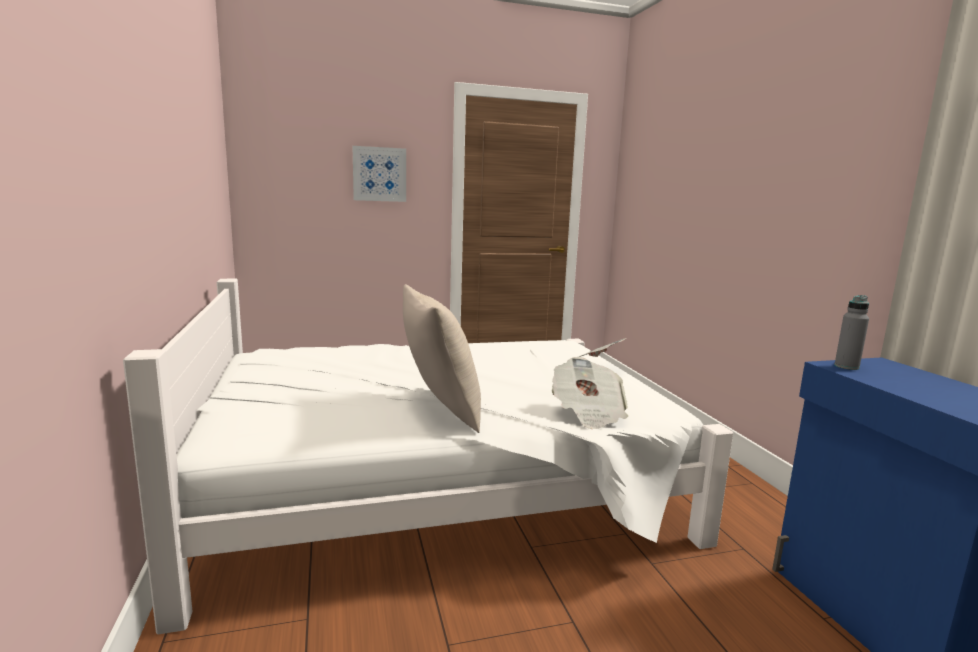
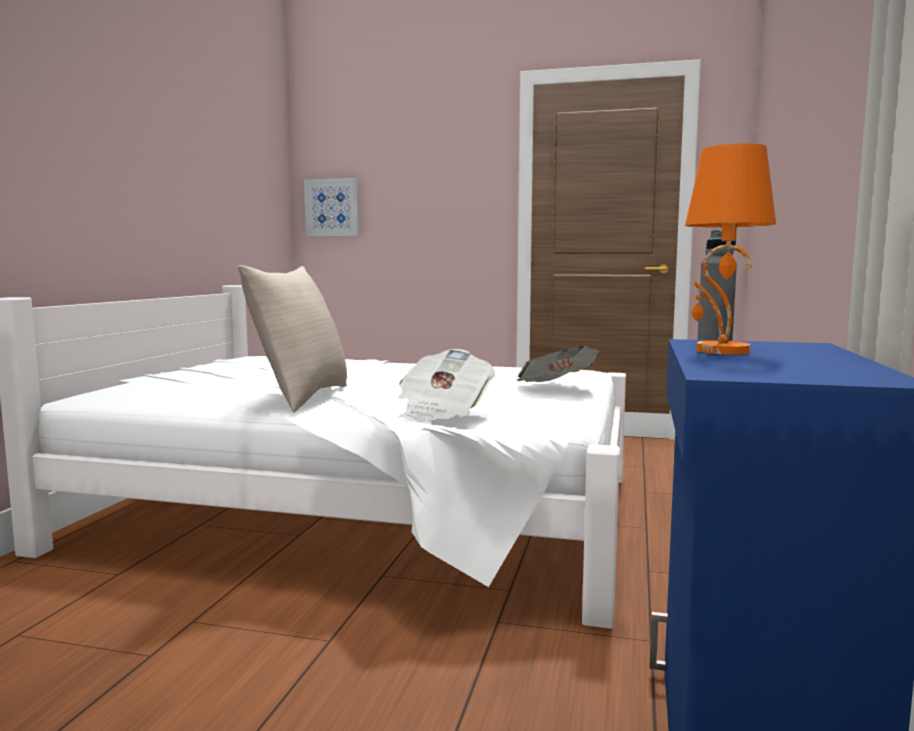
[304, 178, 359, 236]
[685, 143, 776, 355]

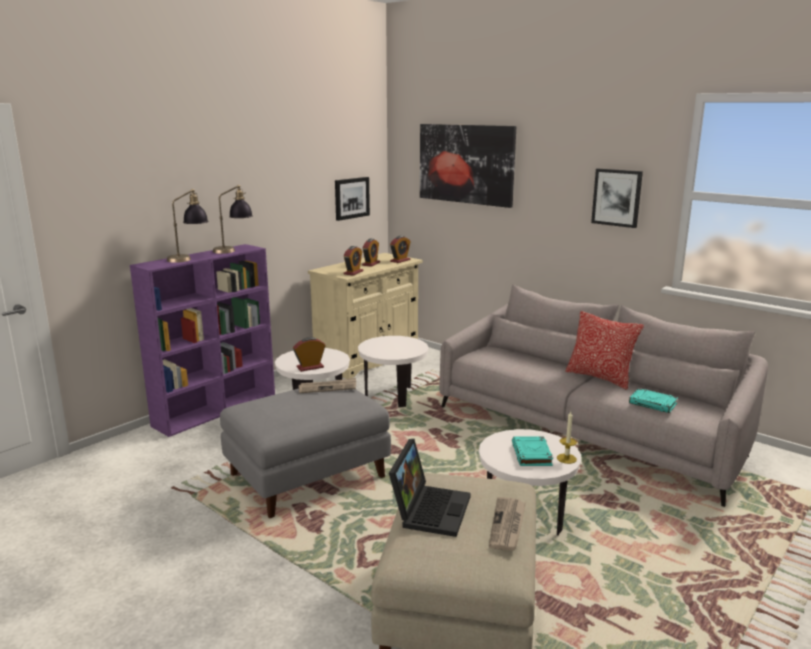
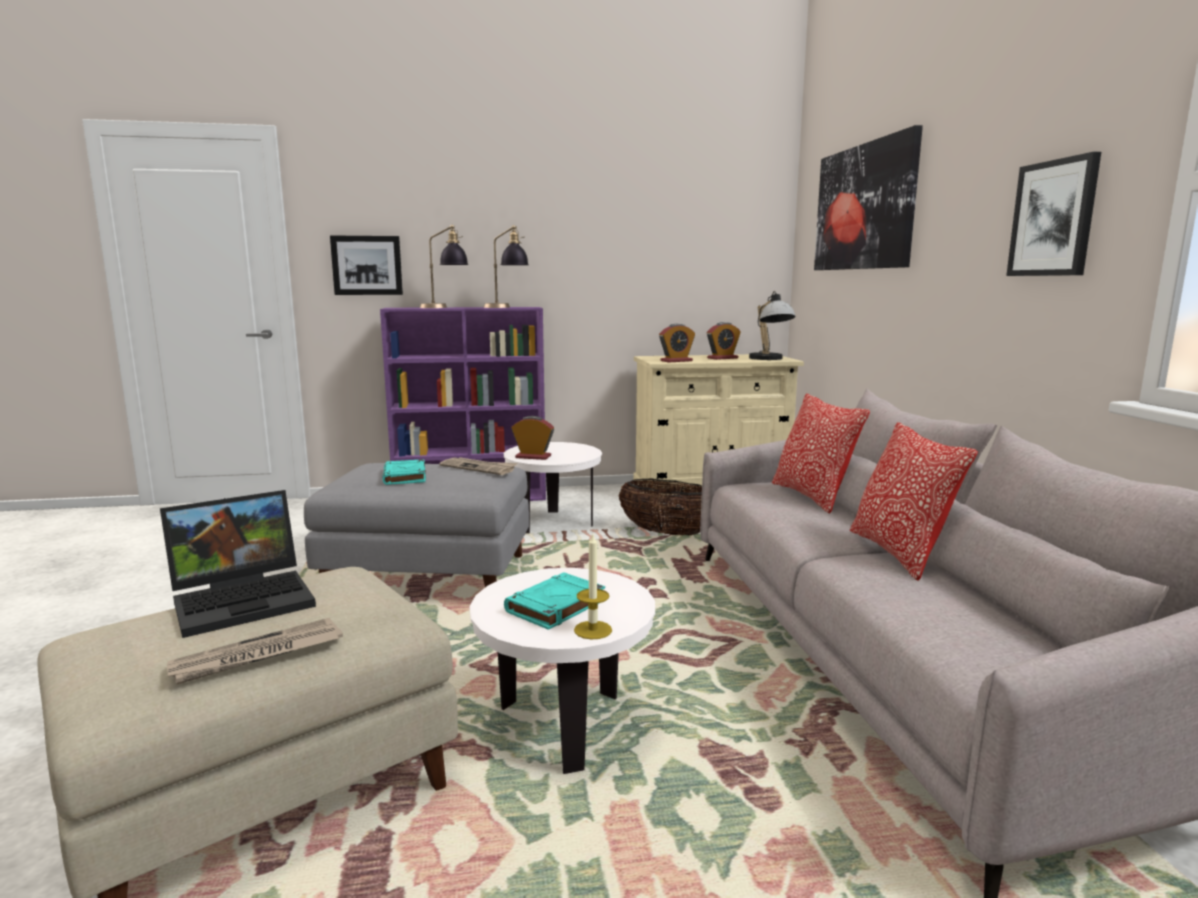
[330, 235, 403, 295]
[382, 459, 426, 485]
[619, 479, 702, 536]
[749, 291, 796, 360]
[772, 394, 870, 514]

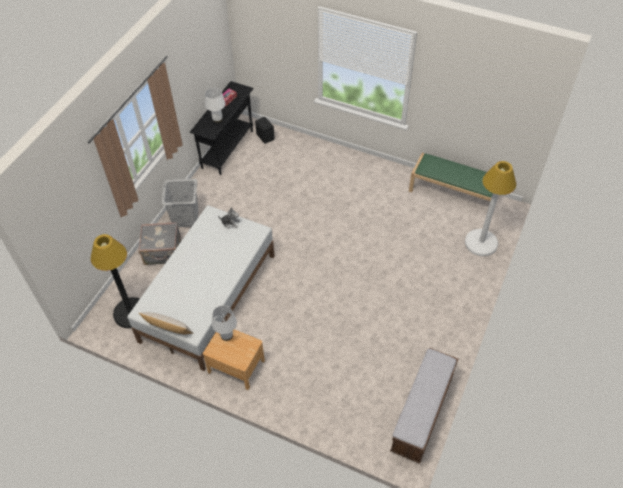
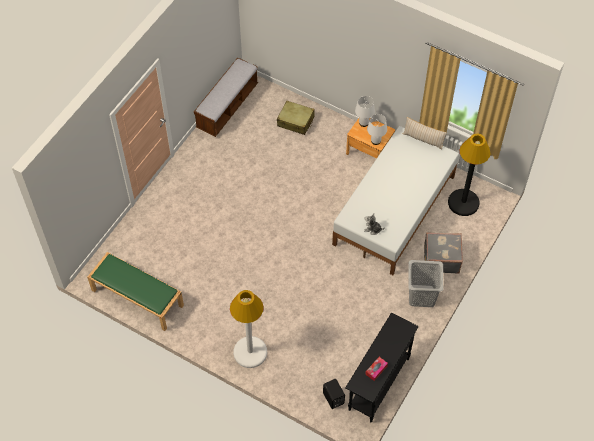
[230, 290, 267, 368]
[277, 101, 315, 135]
[355, 96, 375, 127]

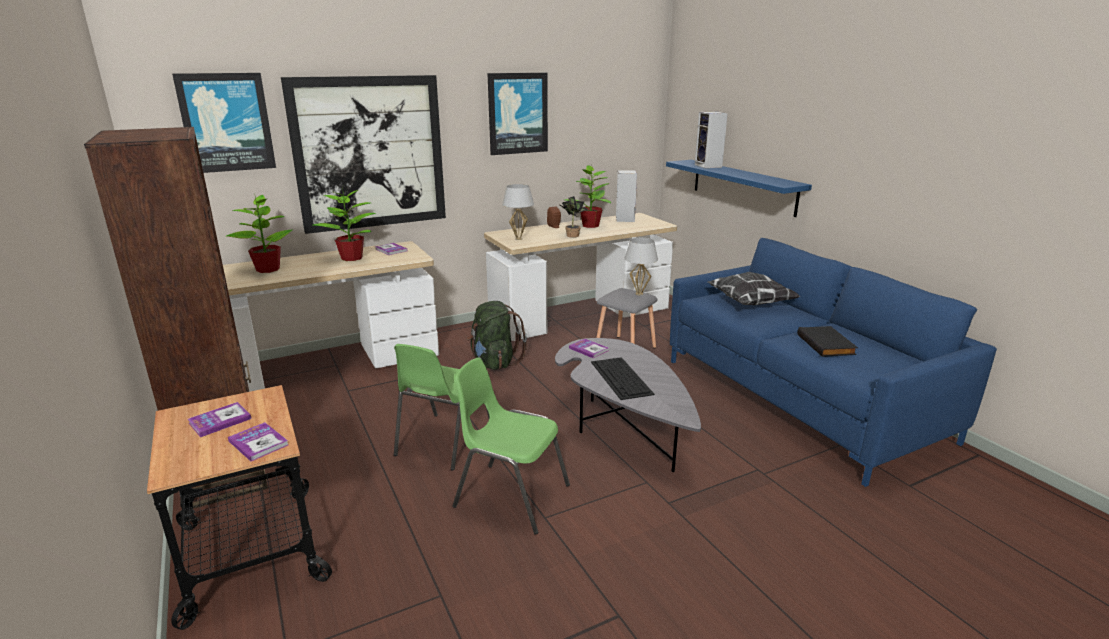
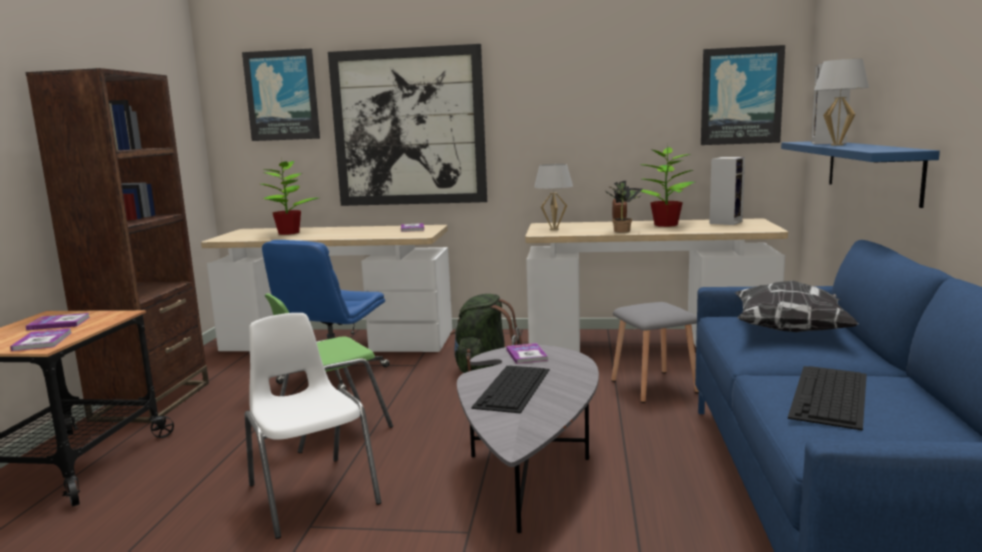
[245, 313, 382, 539]
[262, 240, 390, 391]
[701, 45, 785, 145]
[788, 366, 867, 431]
[814, 59, 869, 146]
[313, 188, 376, 261] (first image)

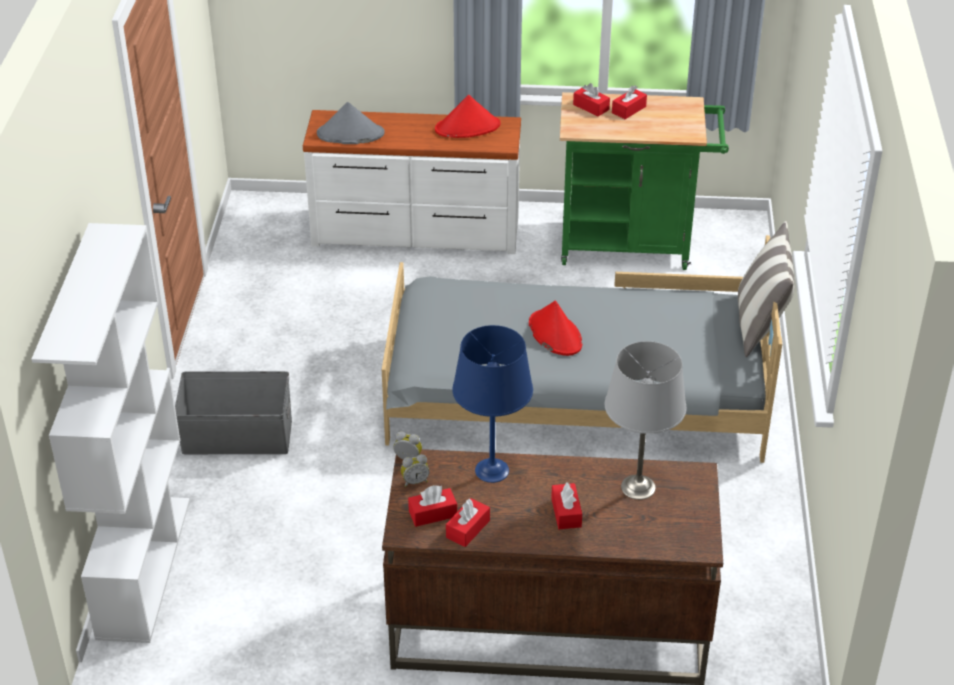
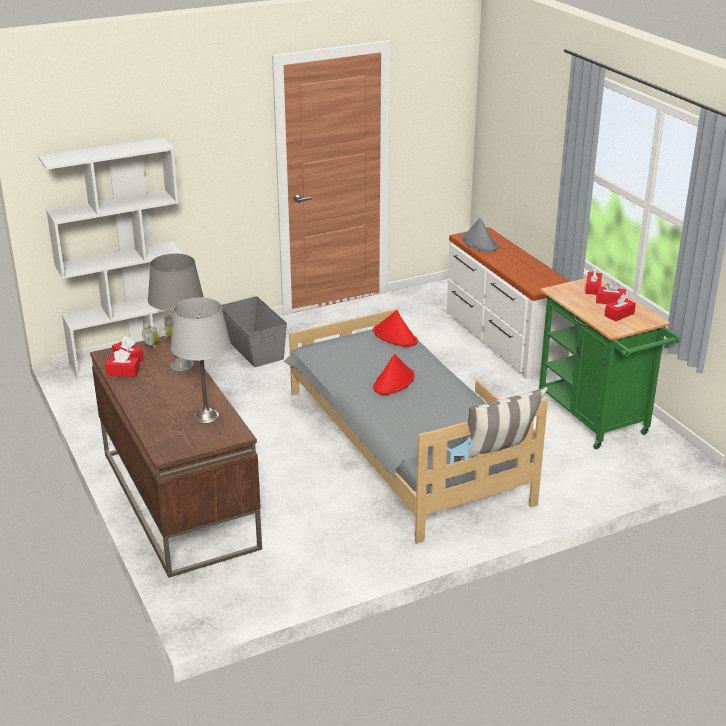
[148, 253, 204, 371]
[373, 310, 418, 347]
[605, 294, 636, 322]

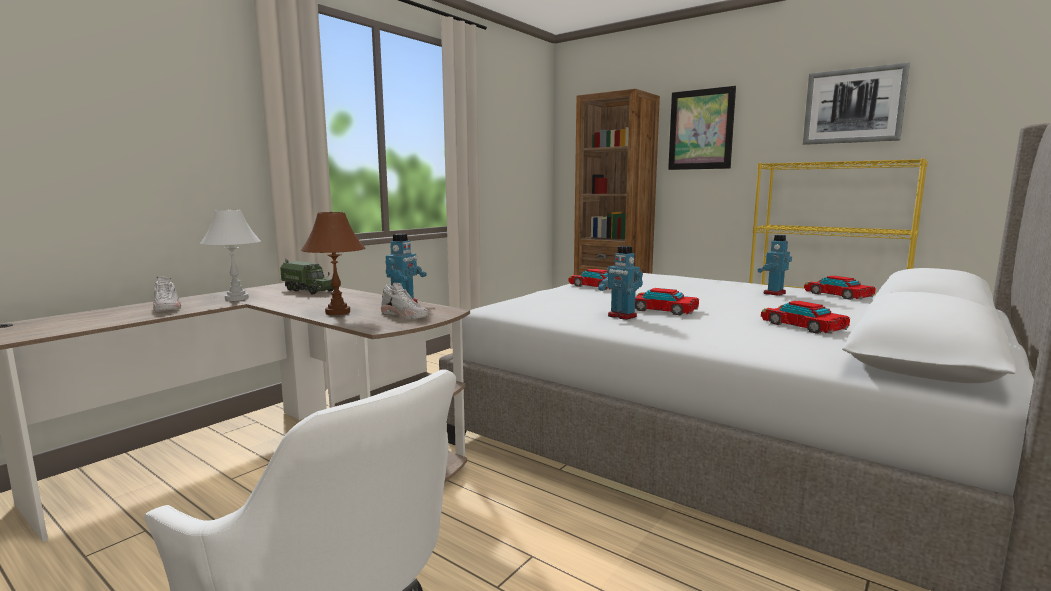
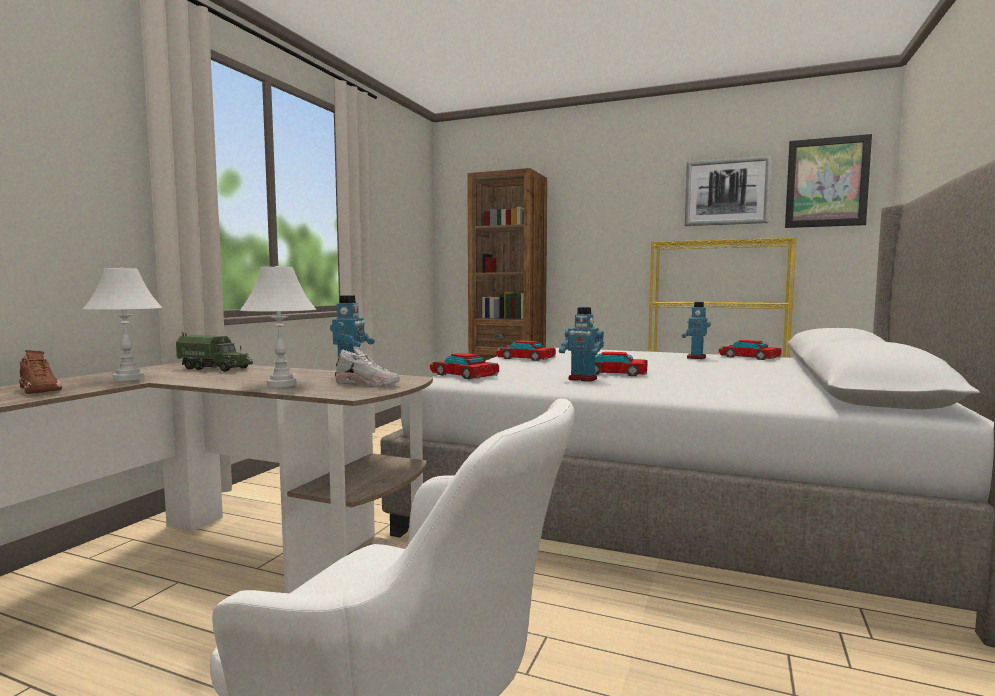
[19, 350, 62, 394]
[240, 266, 316, 387]
[430, 353, 499, 380]
[785, 134, 872, 228]

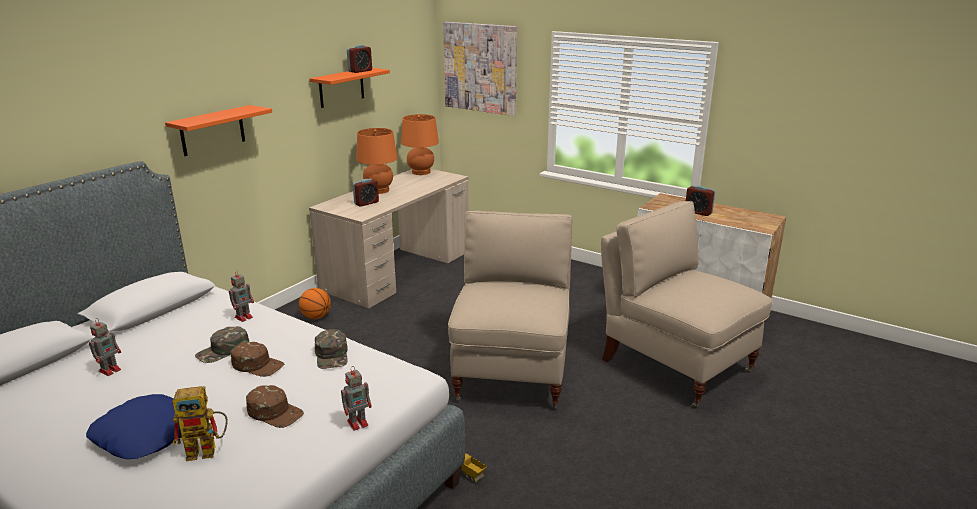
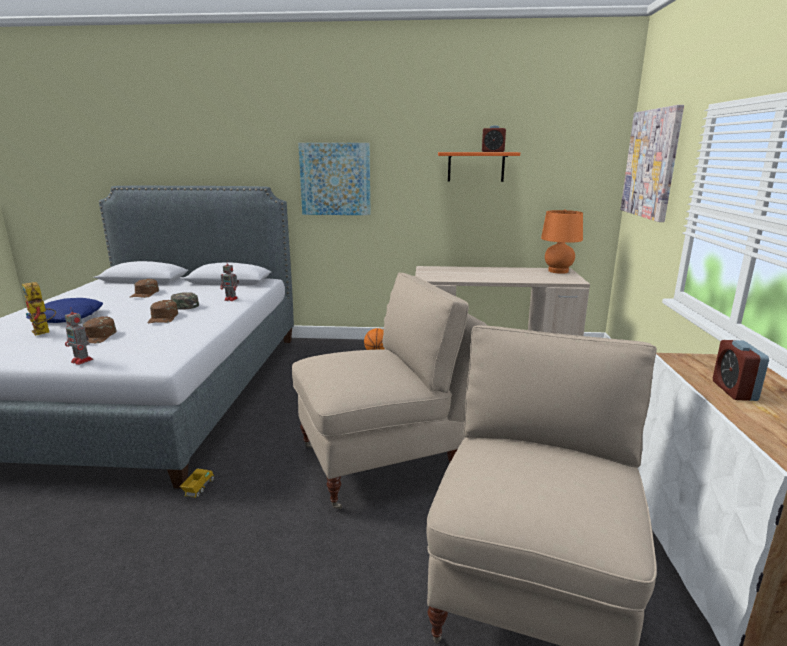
[130, 279, 159, 298]
[298, 143, 371, 215]
[315, 329, 348, 369] (first image)
[353, 179, 379, 207] (first image)
[356, 128, 398, 194] (first image)

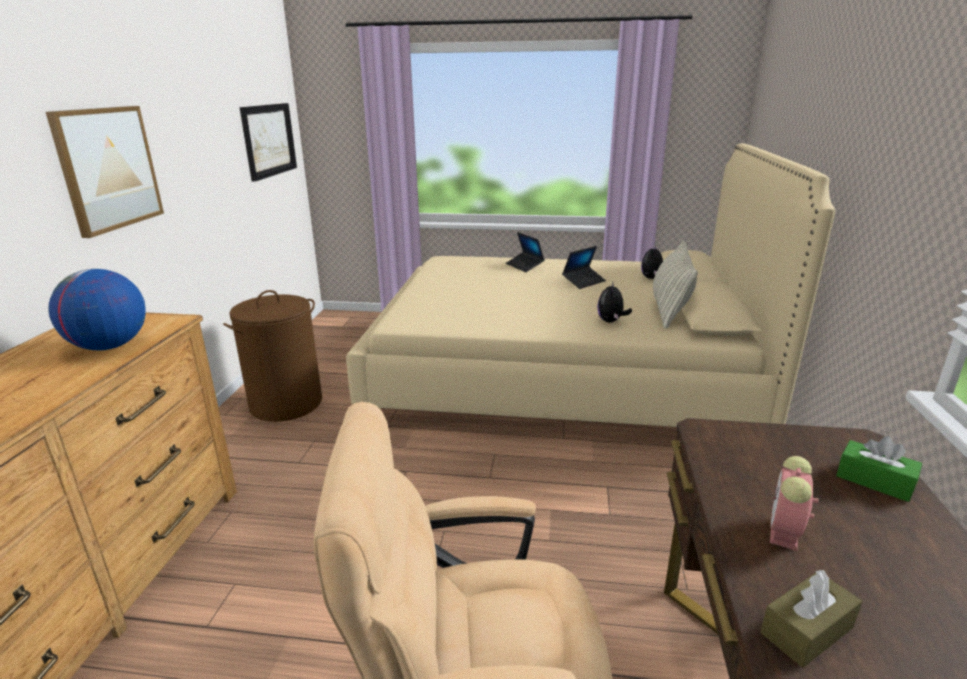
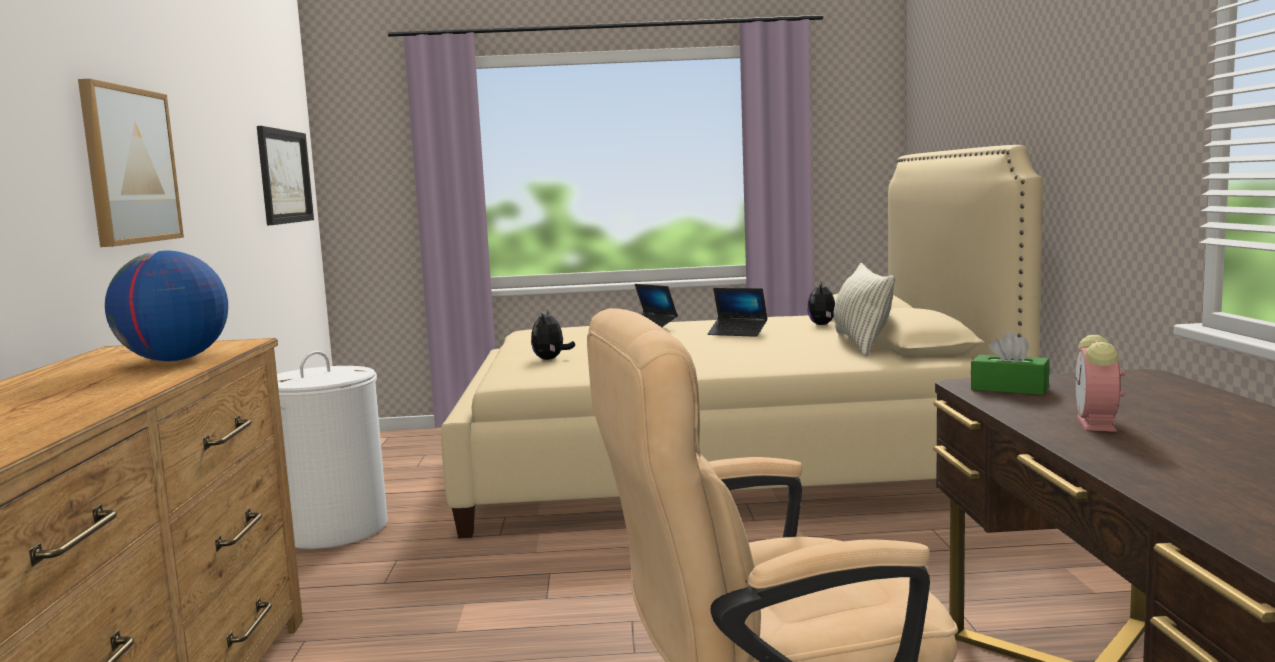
[277, 351, 388, 549]
[531, 310, 575, 360]
[708, 288, 767, 337]
[971, 331, 1050, 395]
[761, 570, 862, 667] (first image)

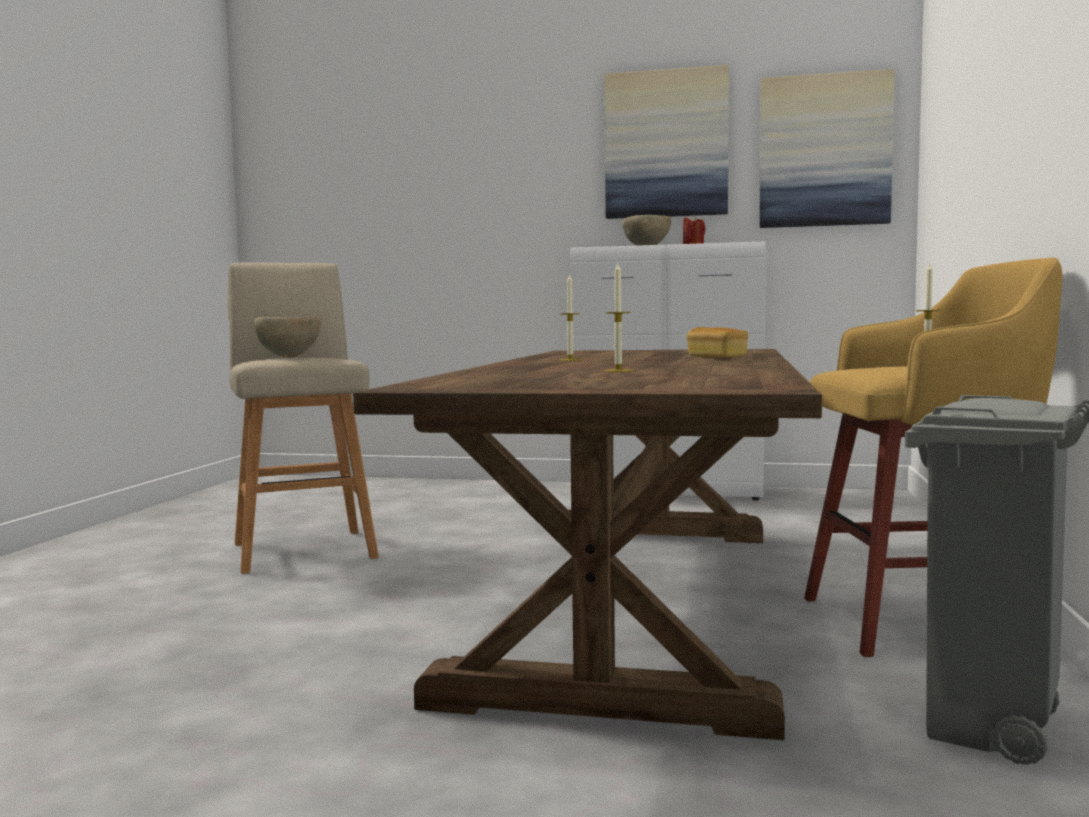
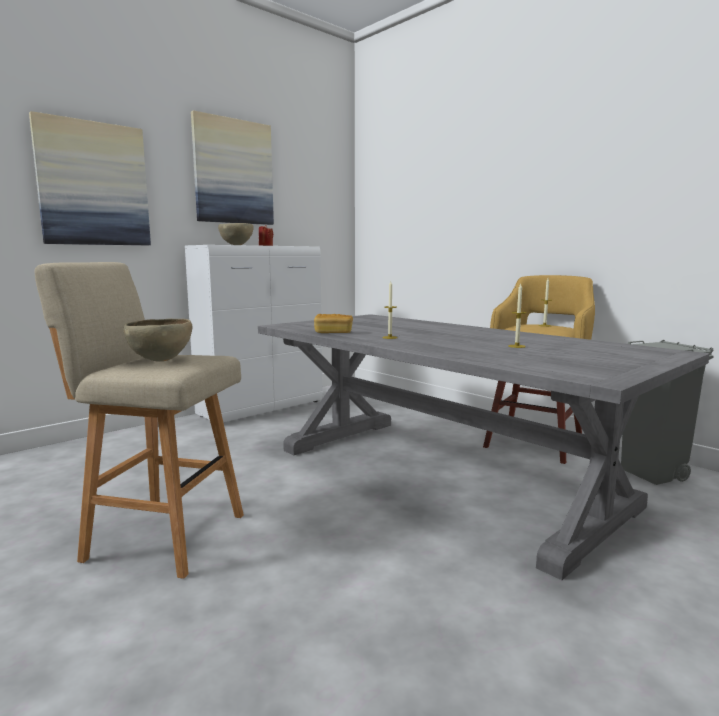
[29, 111, 151, 245]
[258, 314, 709, 580]
[314, 314, 353, 333]

